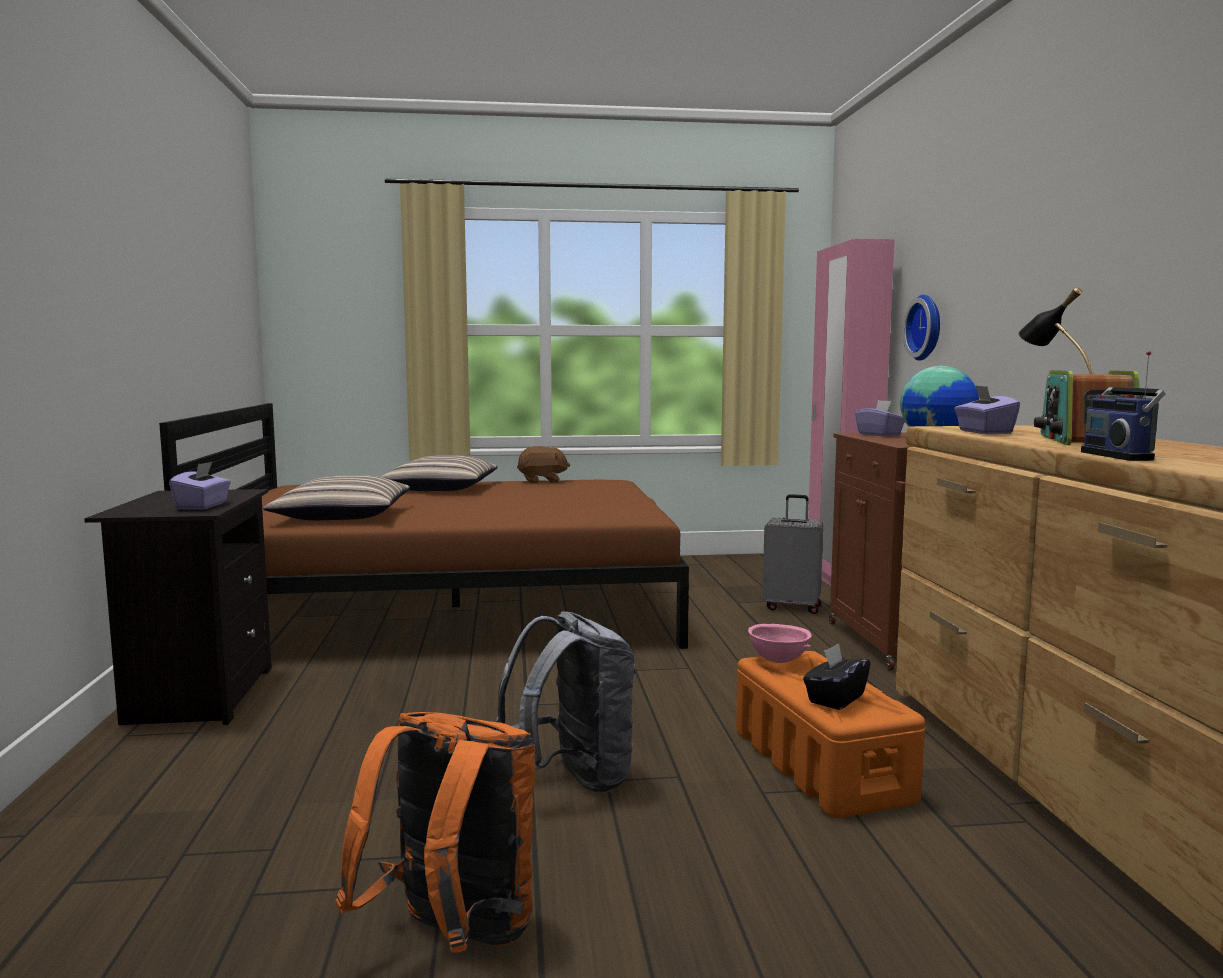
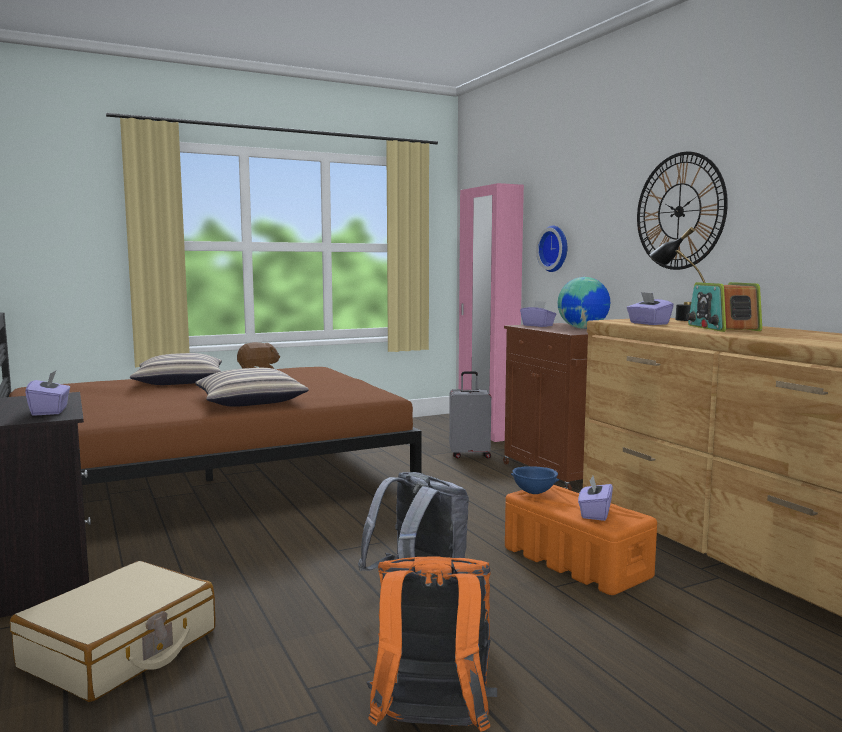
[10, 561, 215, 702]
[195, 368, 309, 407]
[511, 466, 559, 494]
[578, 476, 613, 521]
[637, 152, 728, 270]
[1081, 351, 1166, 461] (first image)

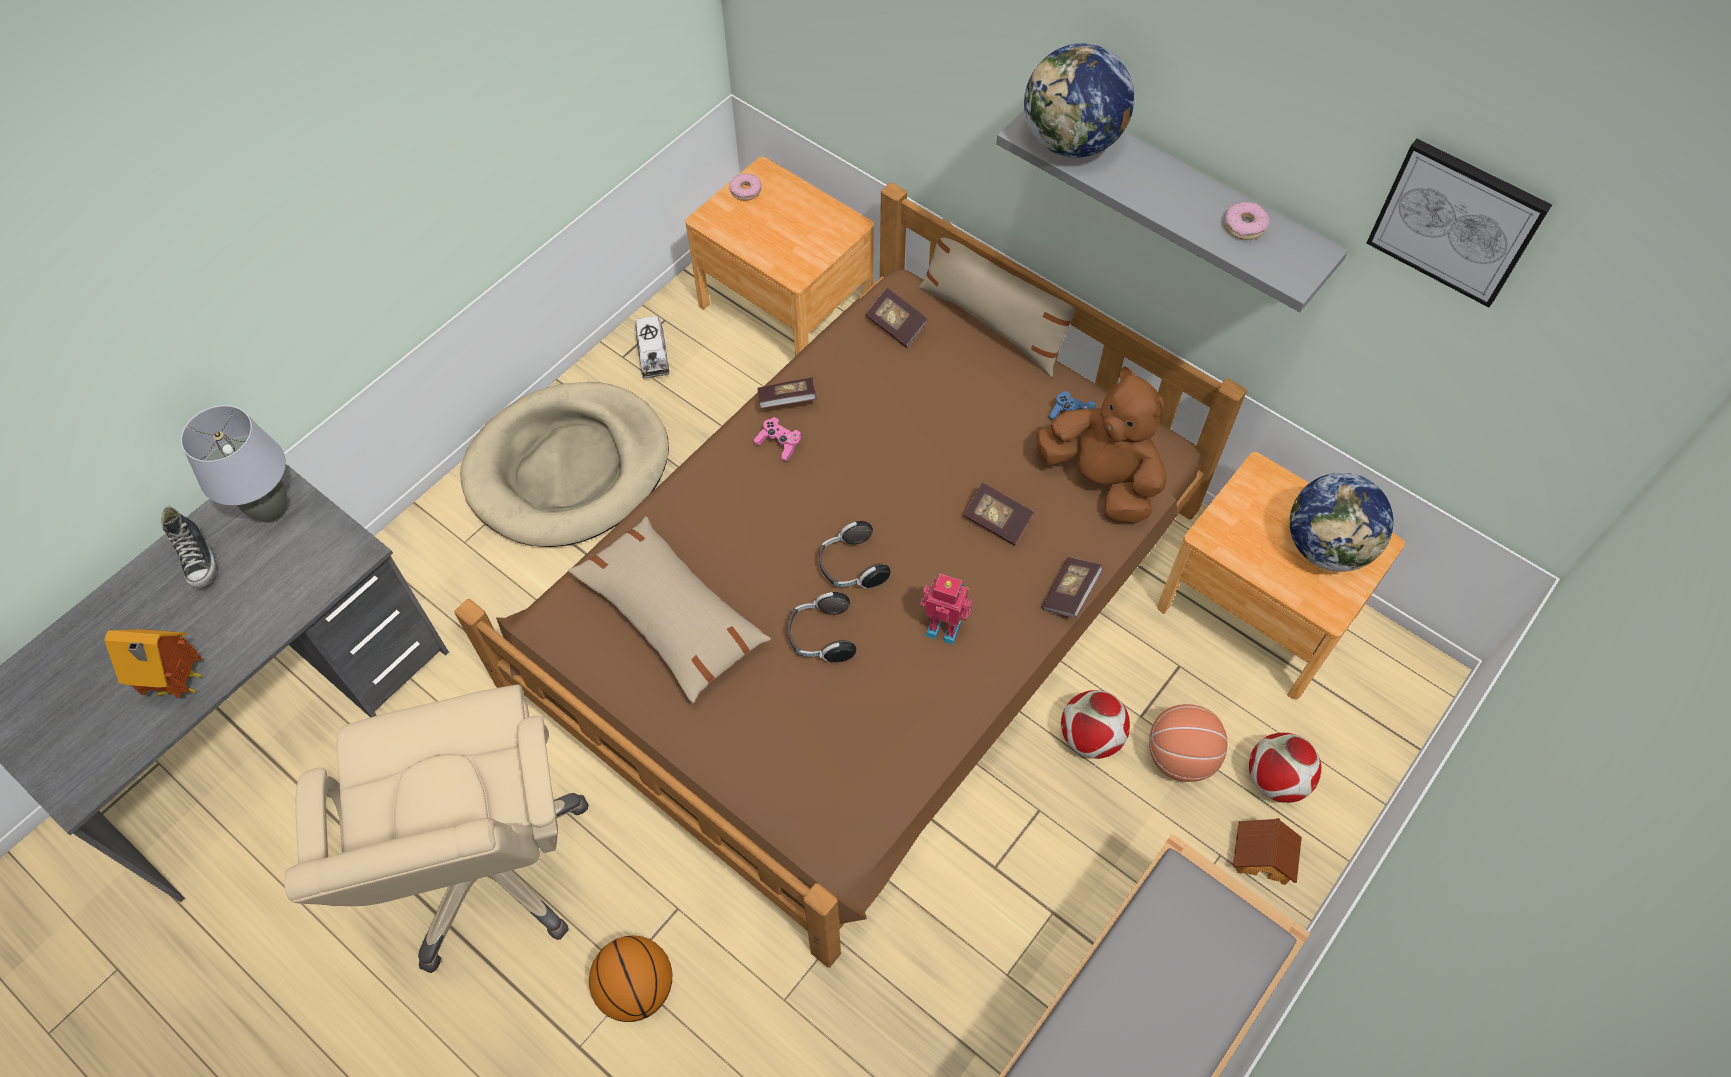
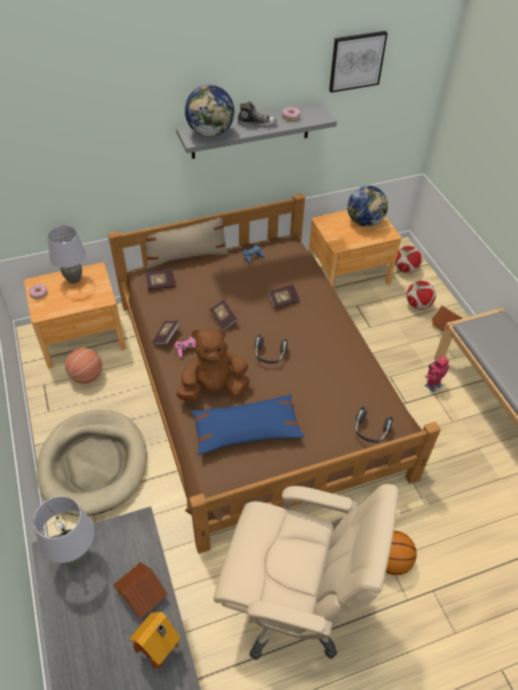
[47, 225, 86, 284]
[65, 347, 102, 384]
[113, 562, 168, 619]
[176, 329, 250, 402]
[192, 394, 305, 455]
[209, 299, 238, 330]
[237, 102, 277, 127]
[355, 407, 393, 443]
[395, 246, 422, 273]
[425, 355, 449, 392]
[635, 316, 669, 379] (first image)

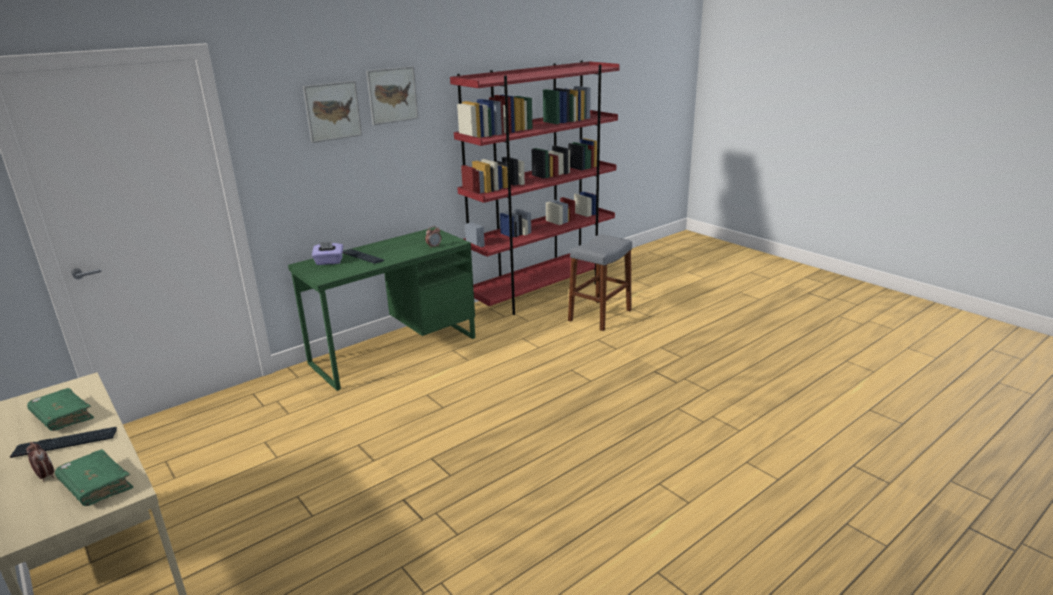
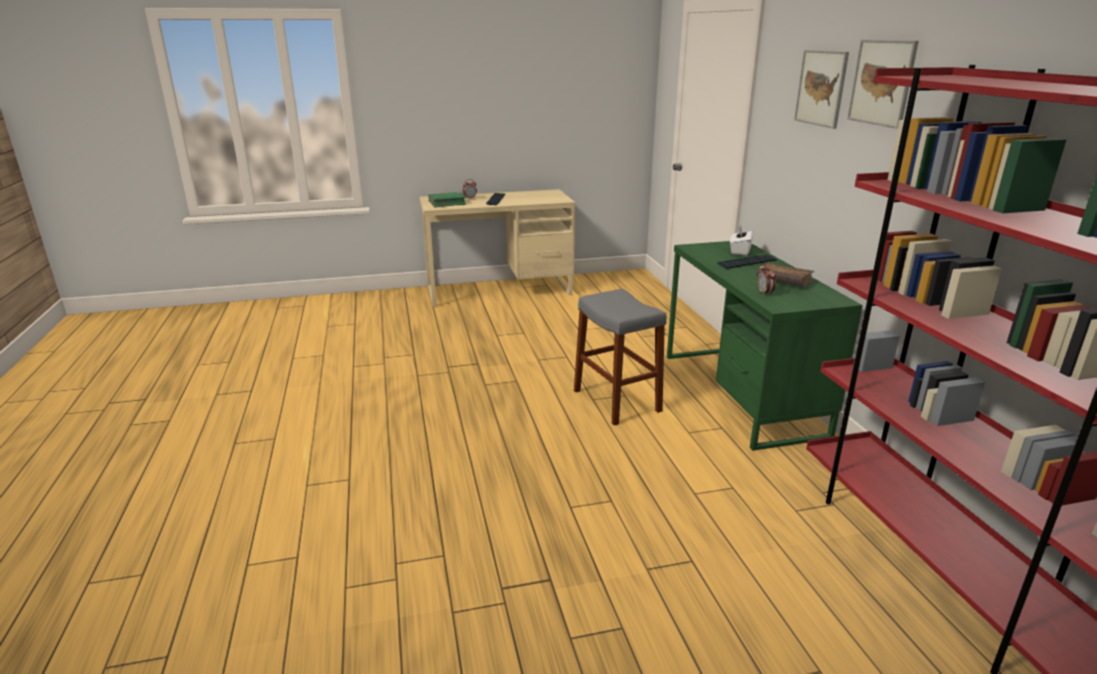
[574, 289, 667, 425]
[730, 225, 754, 255]
[756, 263, 815, 287]
[27, 388, 94, 431] (first image)

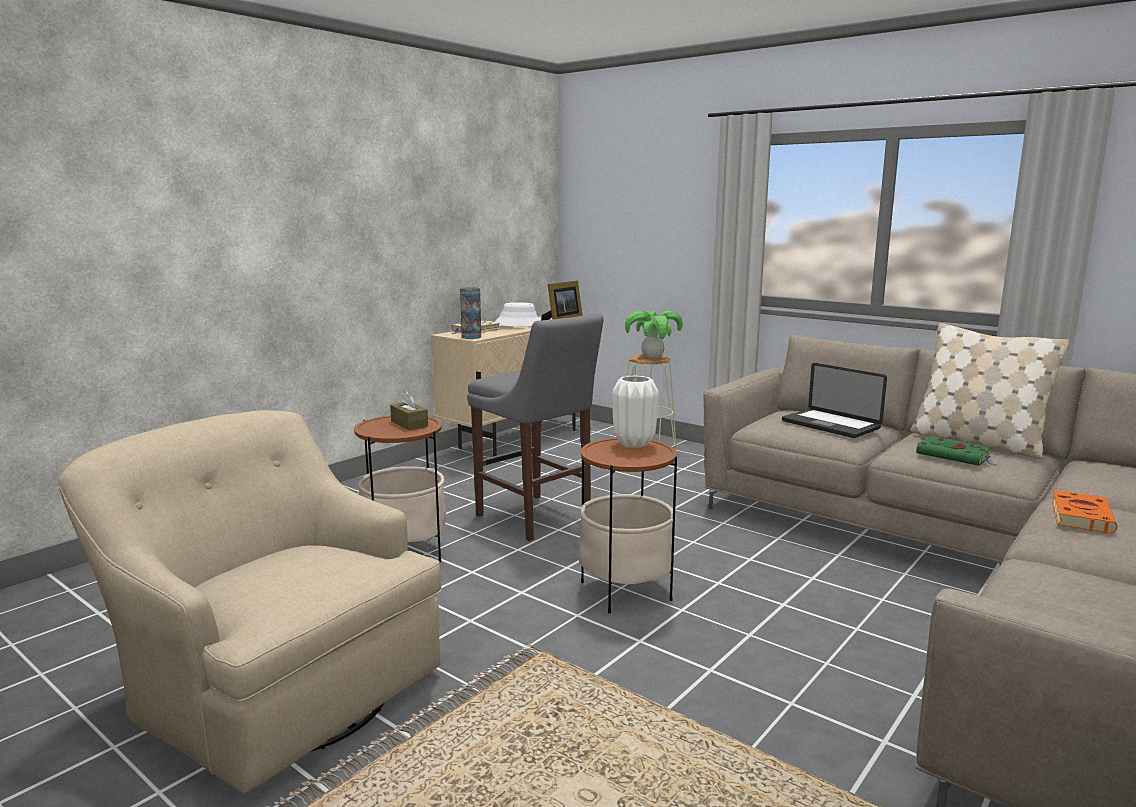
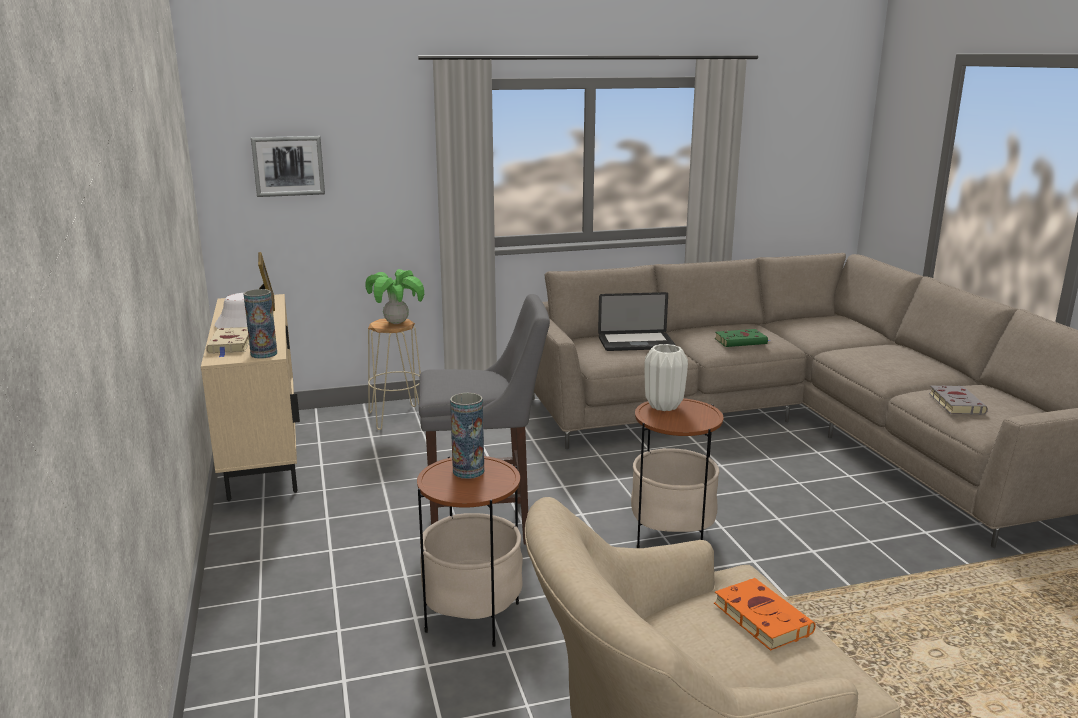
[251, 136, 325, 197]
[450, 393, 484, 479]
[714, 578, 816, 651]
[929, 386, 988, 415]
[910, 323, 1069, 459] (first image)

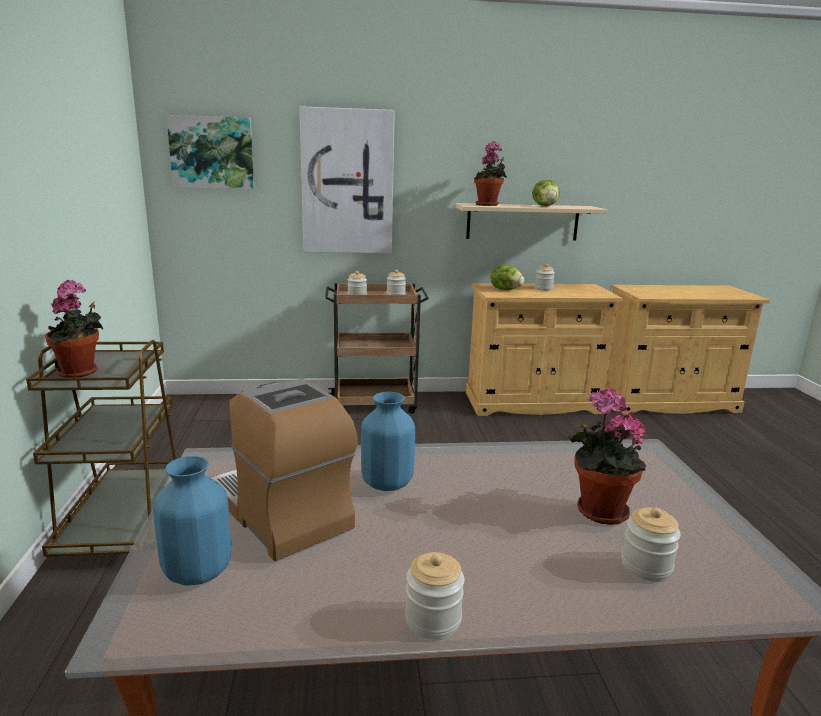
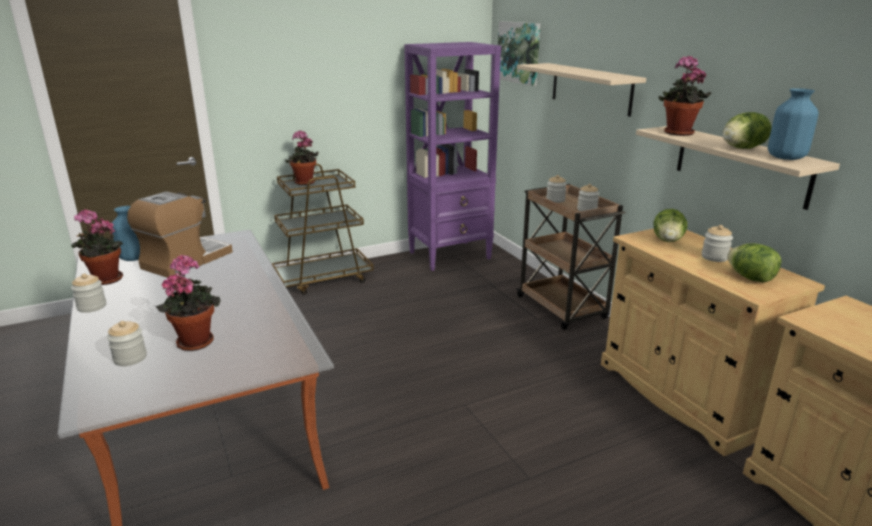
[71, 209, 123, 285]
[404, 42, 501, 271]
[517, 63, 646, 117]
[727, 243, 782, 282]
[768, 88, 818, 160]

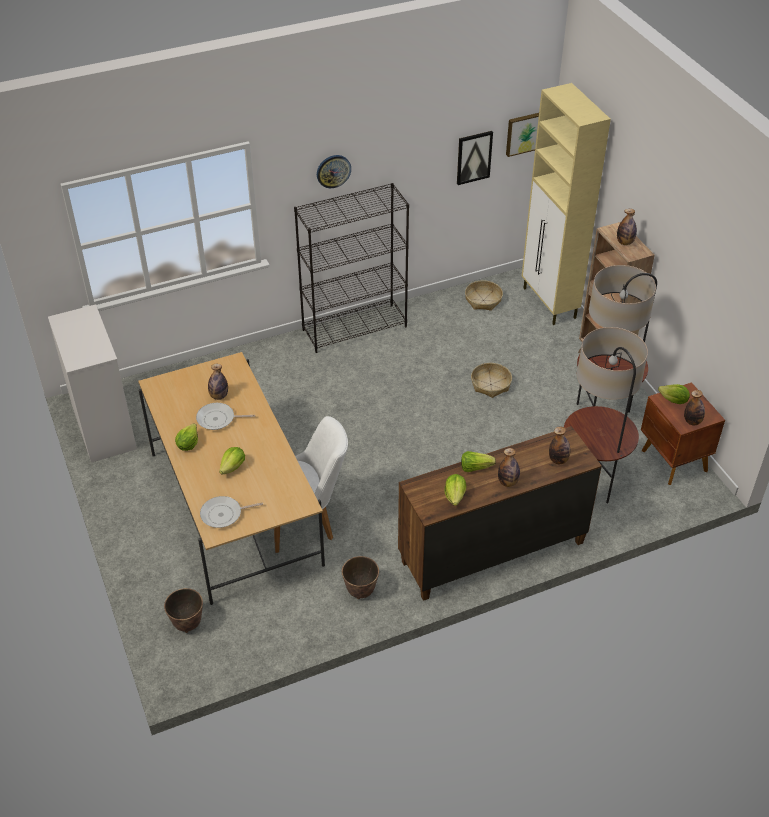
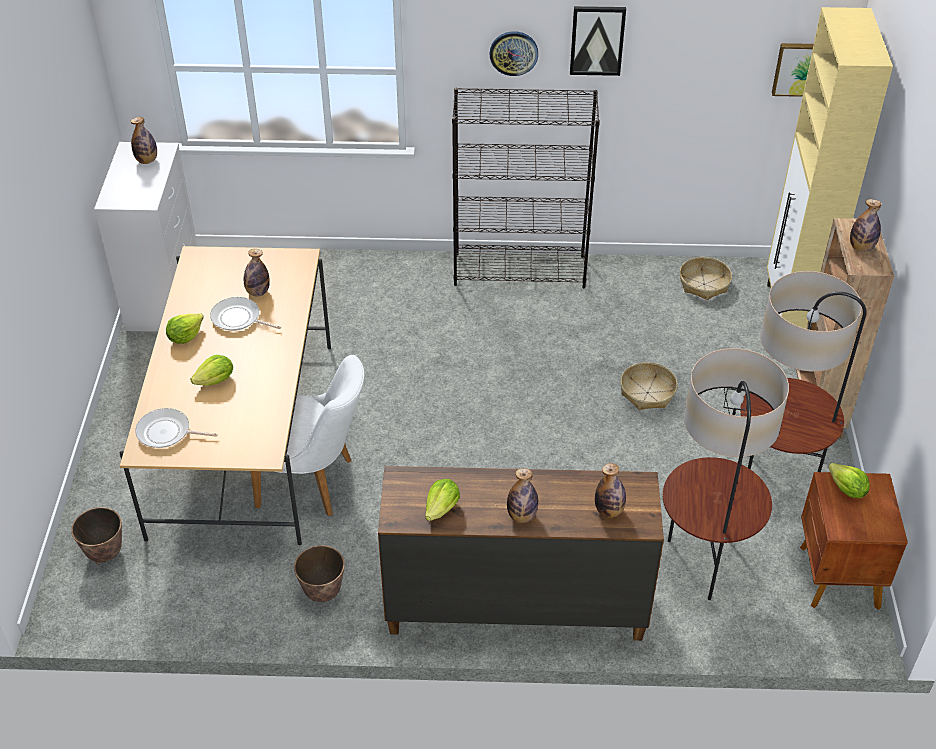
[131, 117, 157, 164]
[570, 6, 626, 76]
[461, 451, 496, 472] (first image)

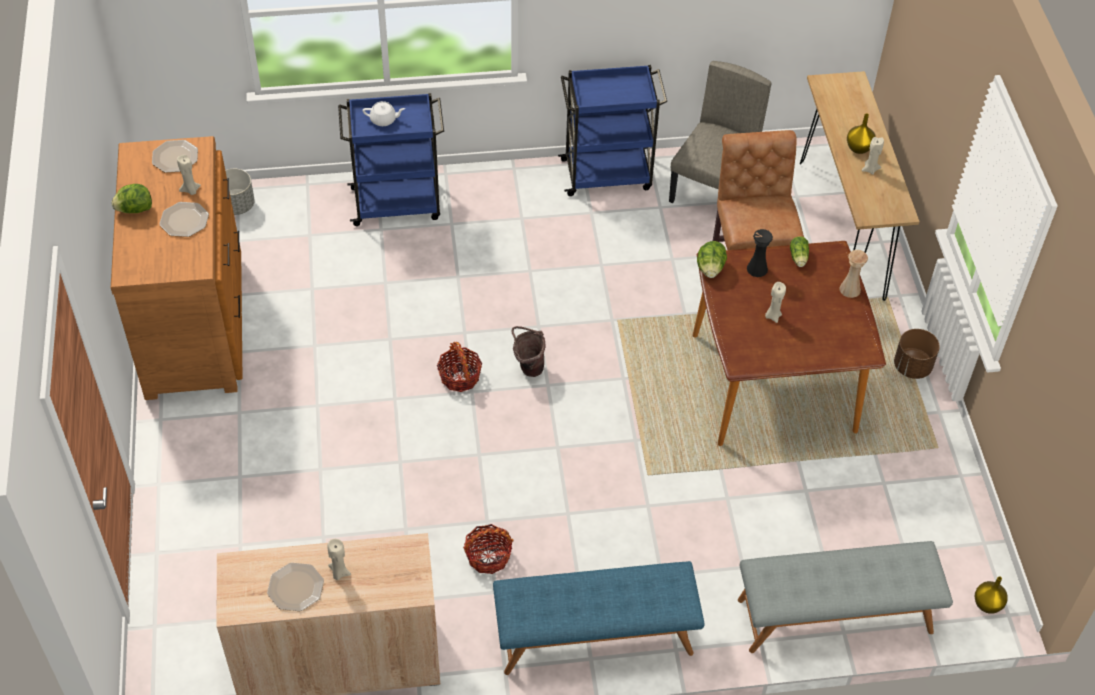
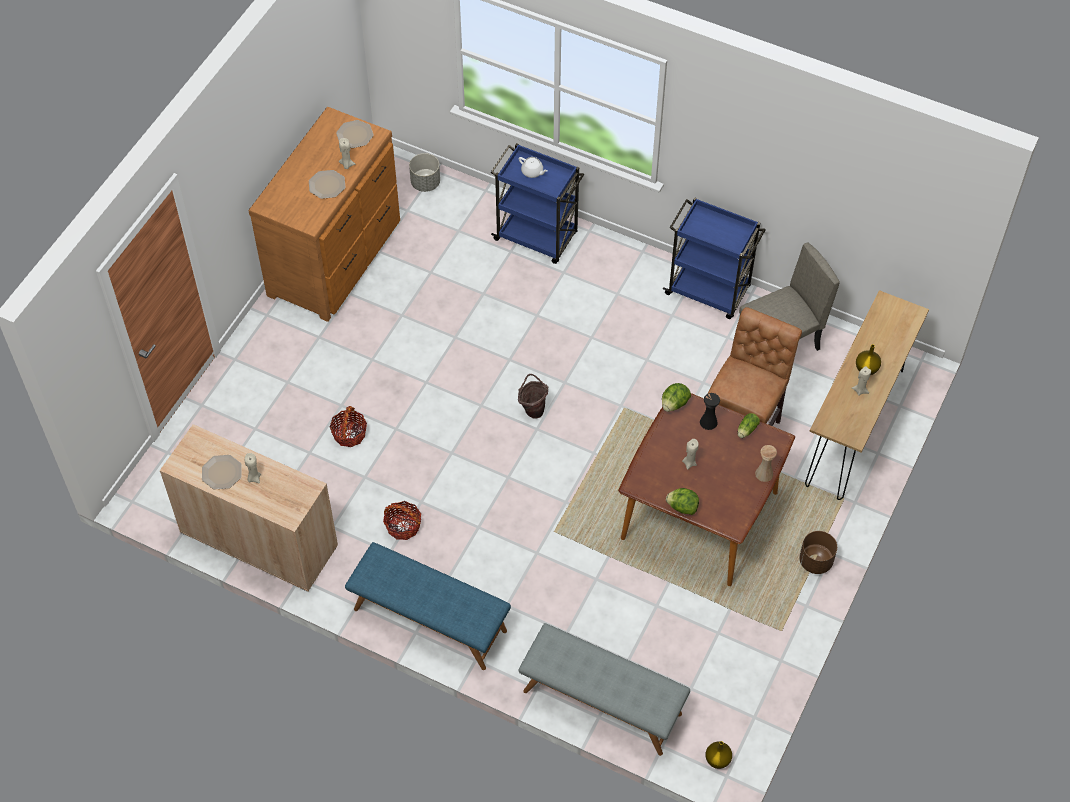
[329, 406, 367, 447]
[666, 488, 699, 515]

